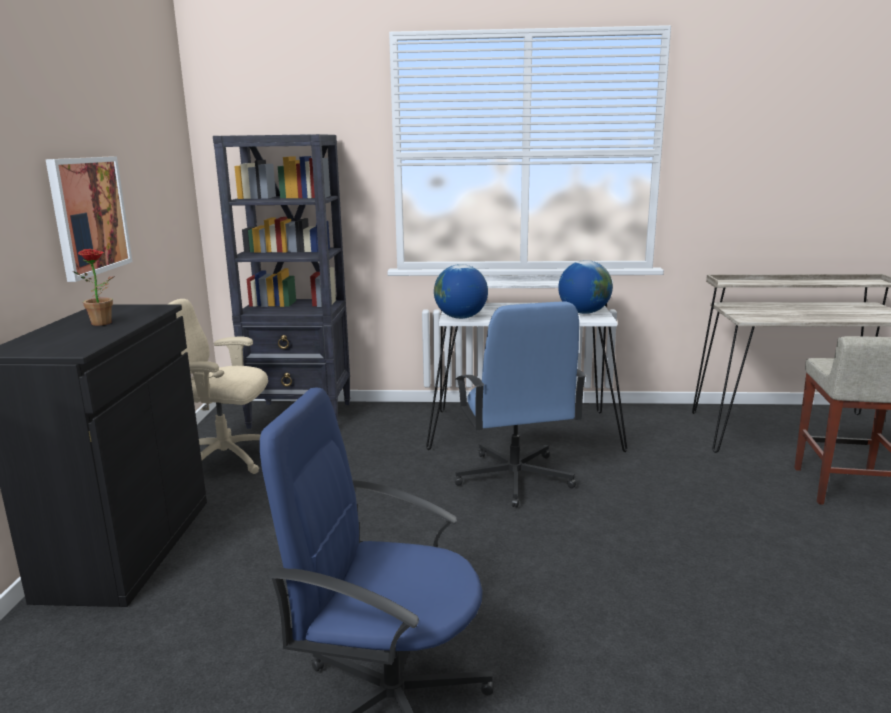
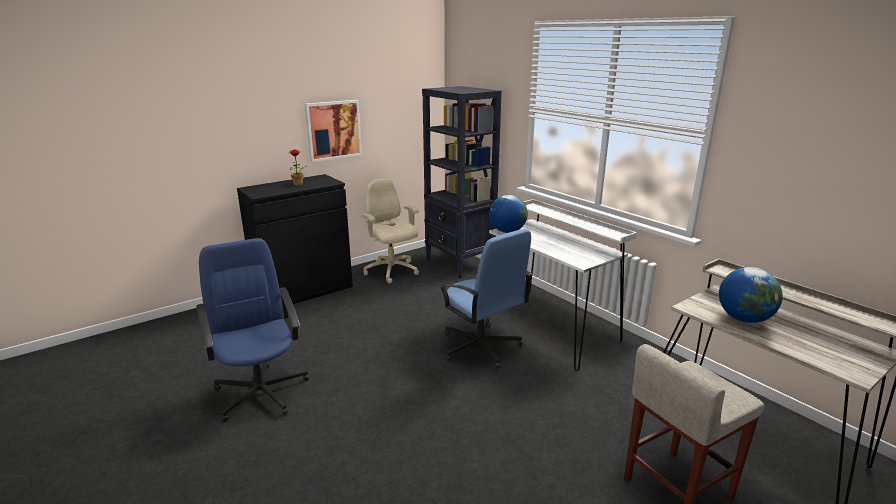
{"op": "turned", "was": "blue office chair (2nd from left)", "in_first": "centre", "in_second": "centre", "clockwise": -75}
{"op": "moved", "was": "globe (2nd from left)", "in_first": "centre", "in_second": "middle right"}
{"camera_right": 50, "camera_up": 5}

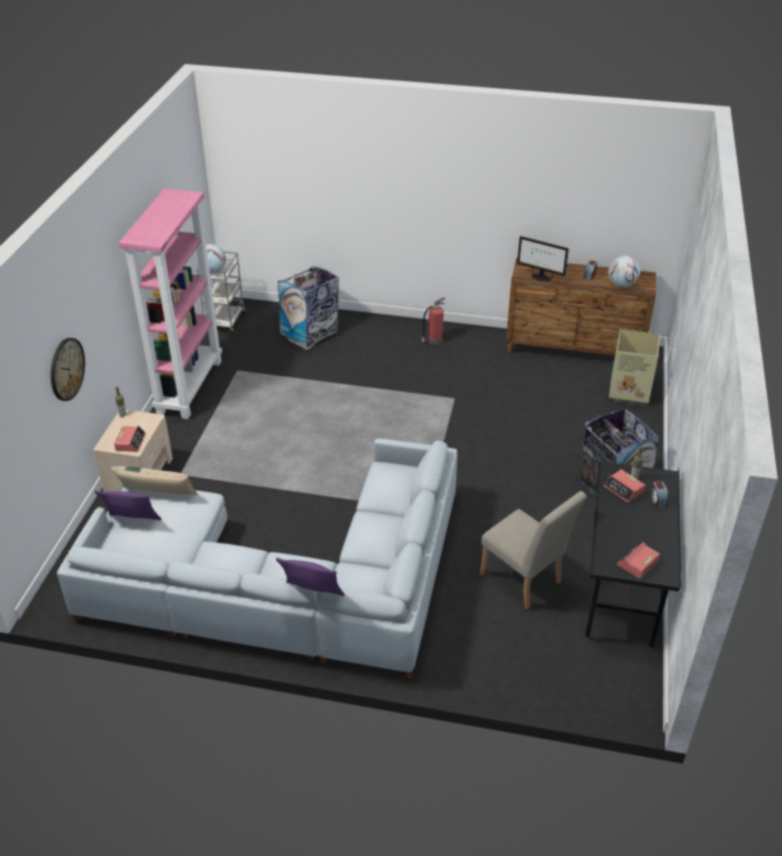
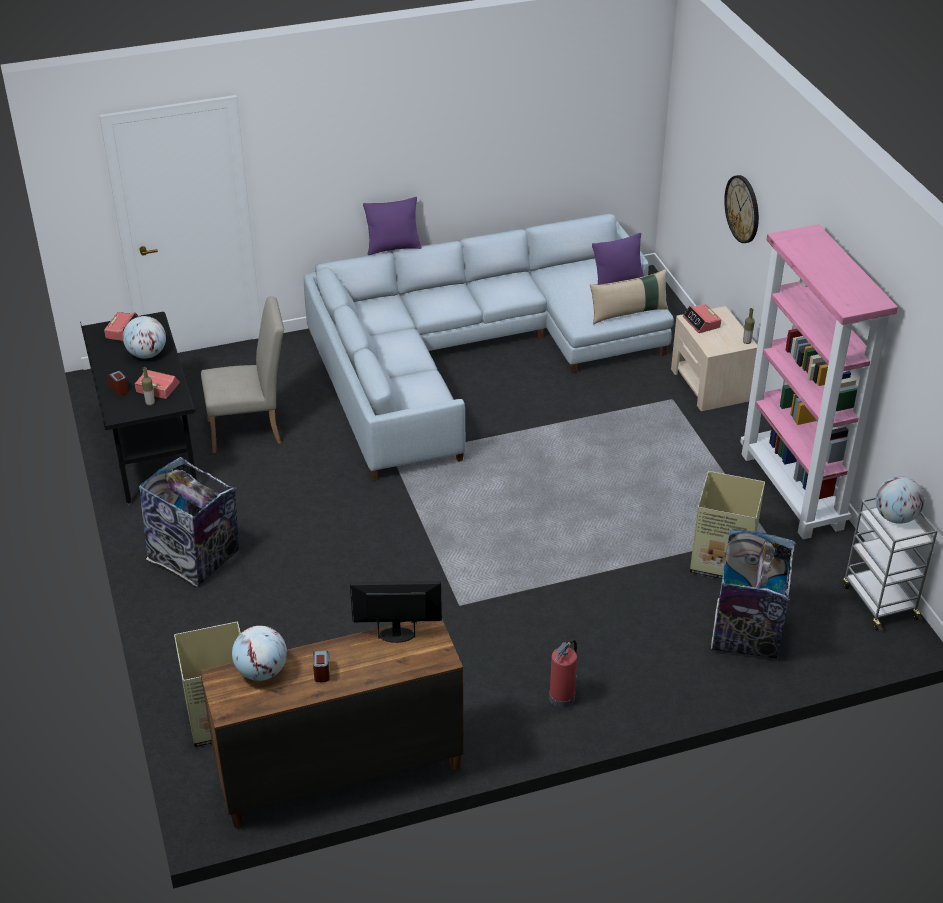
{"op": "added", "now": "globe (1st from left)", "in_second": "middle left"}
{"op": "turned", "was": "beige chair", "in_first": "middle right", "in_second": "middle left", "clockwise": 150}
{"op": "added", "now": "cardboard box (2nd from left)", "in_second": "middle right"}
{"camera_right": 150, "camera_up": 0}

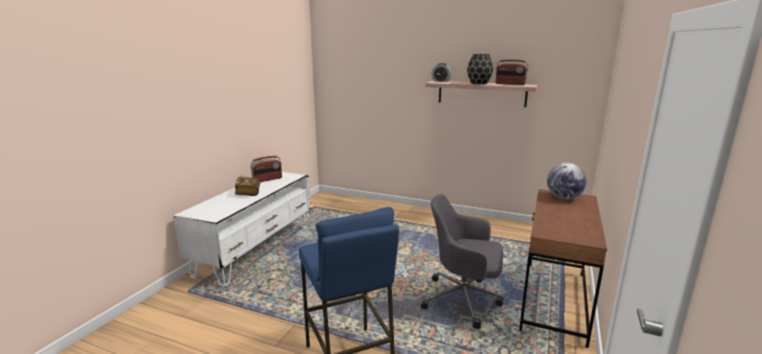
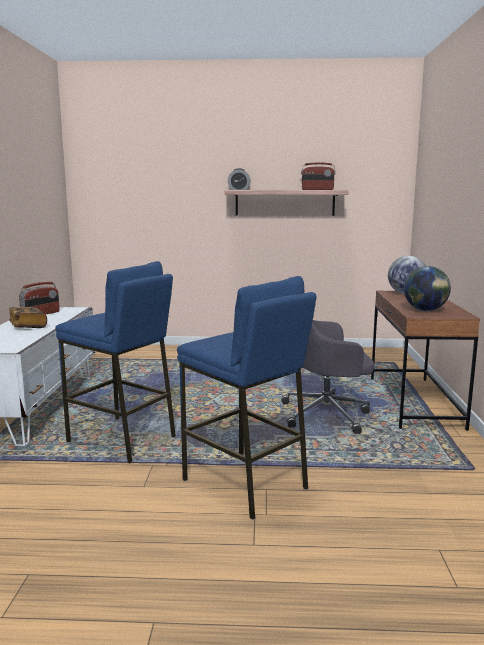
{"op": "added", "now": "blue stool (1st from left)", "in_second": "middle left"}
{"op": "added", "now": "globe (2nd from left)", "in_second": "middle right"}
{"op": "removed", "was": "black vase", "in_first": "top centre"}
{"camera_right": -20, "camera_up": -5}

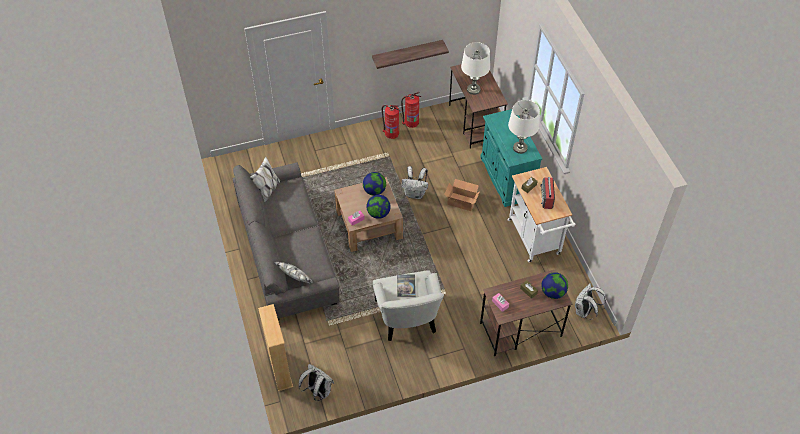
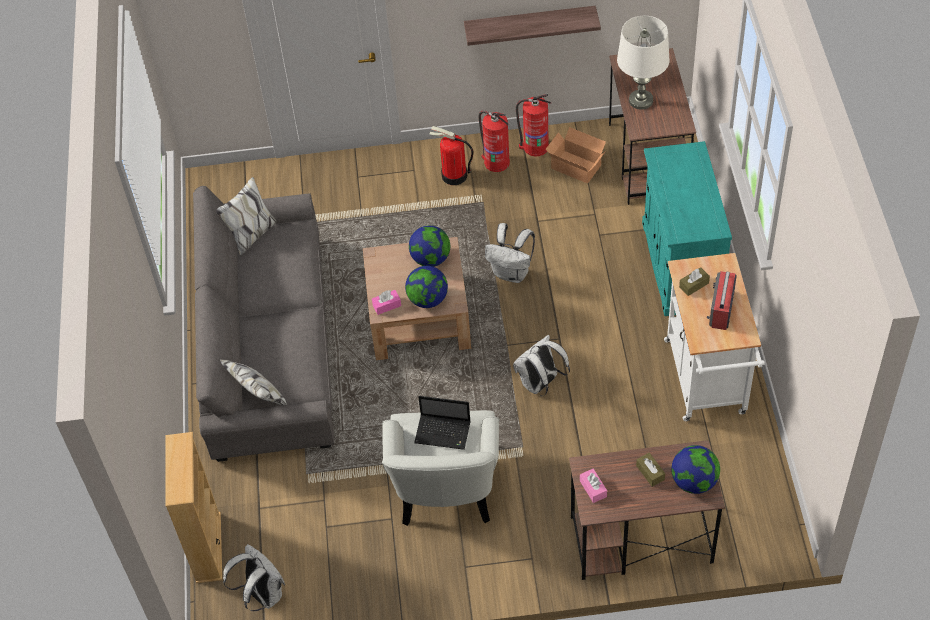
{"op": "replaced", "was": "book", "now": "laptop", "in_first": "centre", "in_second": "bottom centre"}
{"op": "added", "now": "fire extinguisher (1st from left)", "in_second": "top centre"}
{"op": "moved", "was": "white backpack (3rd from left)", "in_first": "bottom right", "in_second": "centre"}
{"op": "moved", "was": "cardboard box", "in_first": "centre", "in_second": "top centre"}
{"op": "removed", "was": "white table lamp (2nd from left)", "in_first": "top centre"}
{"camera_right": 15, "camera_up": 0}

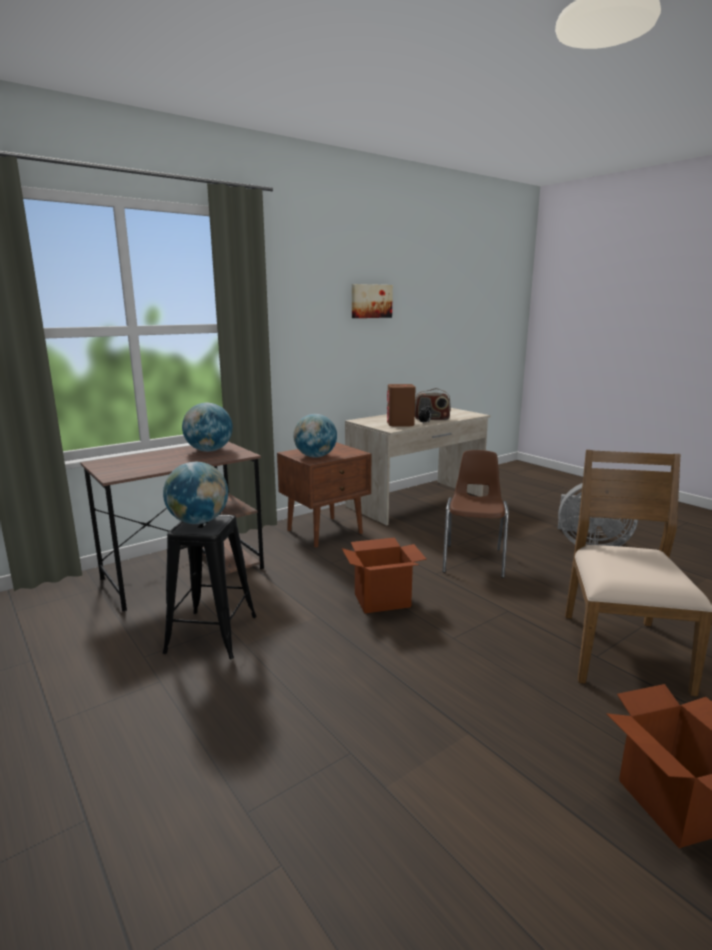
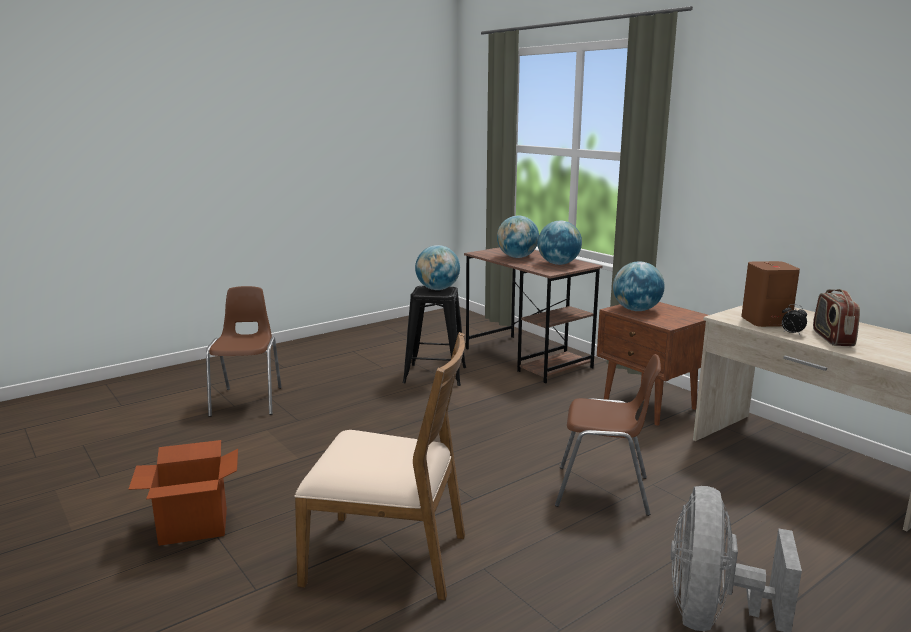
{"op": "added", "now": "brown chair (1st from left)", "in_second": "middle left"}
{"op": "added", "now": "globe (2nd from left)", "in_second": "centre"}
{"op": "removed", "was": "cardboard box (1st from left)", "in_first": "centre"}
{"op": "removed", "was": "picture", "in_first": "top centre"}
{"camera_right": 90, "camera_up": 0}

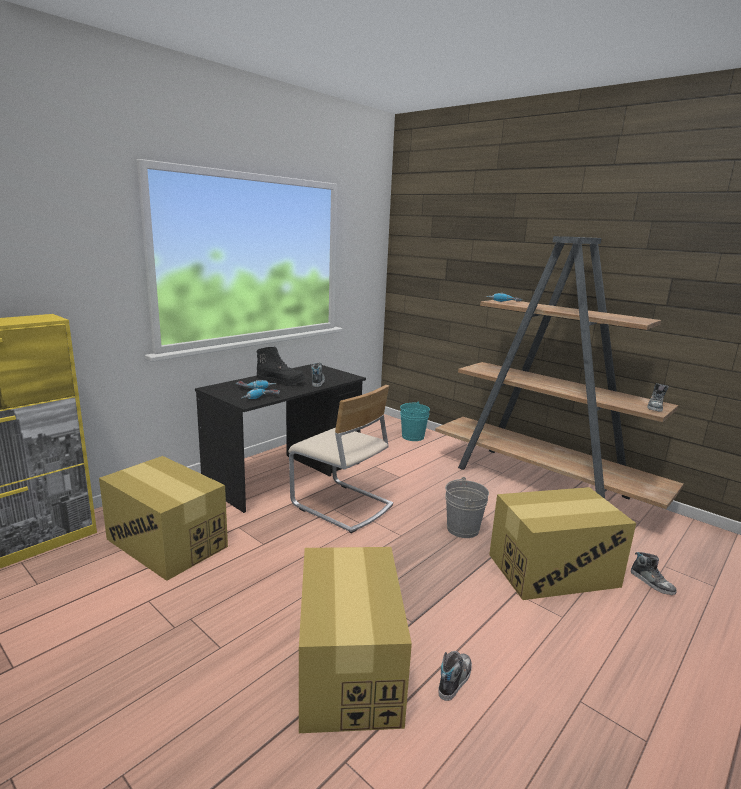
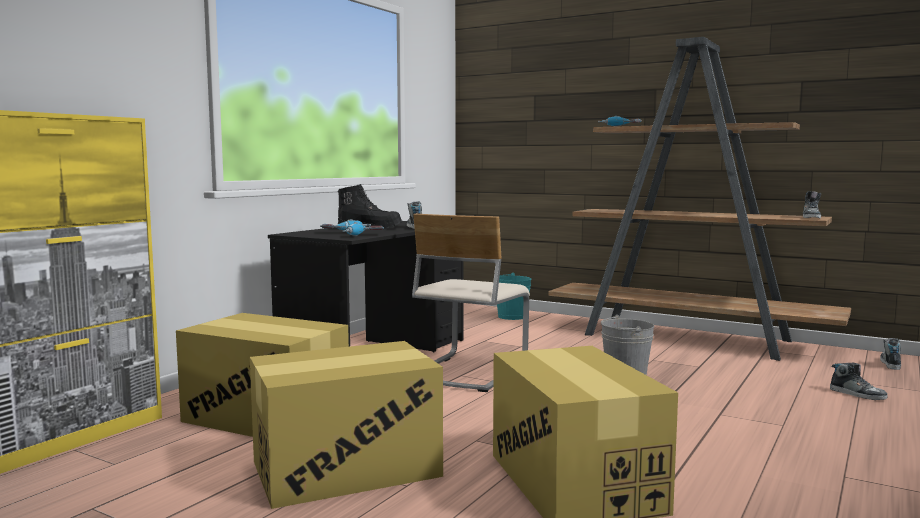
{"op": "moved", "was": "cardboard box (3rd from left in the first image)", "now": "cardboard box (2nd from left)", "in_first": "bottom right", "in_second": "bottom centre"}
{"op": "turned", "was": "beige chair", "in_first": "centre", "in_second": "centre", "clockwise": 90}
{"op": "moved", "was": "shoe (2nd from left in the first image)", "now": "shoe (4th from left)", "in_first": "bottom centre", "in_second": "bottom right"}
{"camera_right": -10, "camera_up": -10}

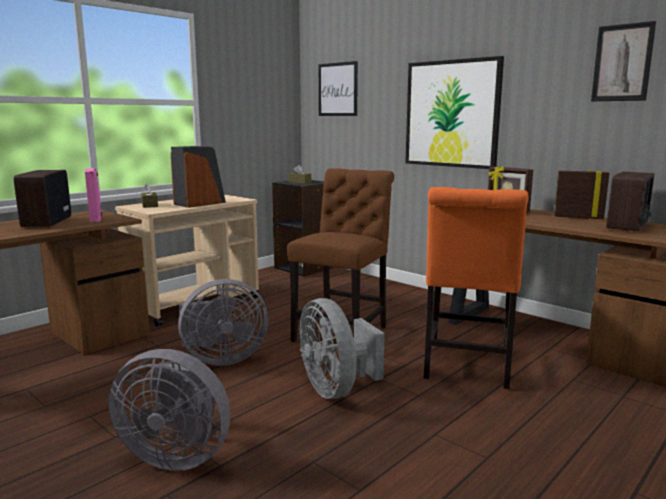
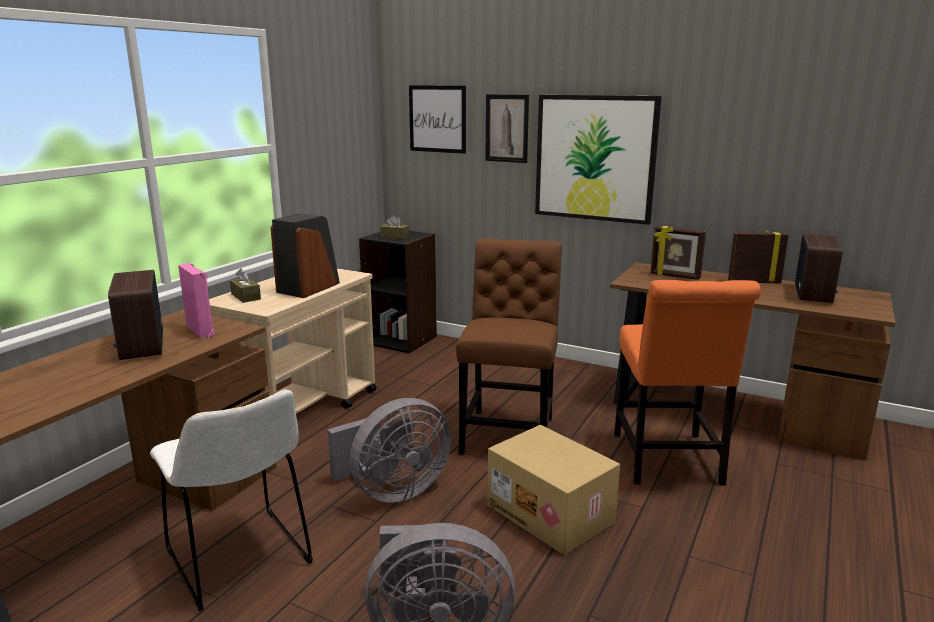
{"op": "added", "now": "white chair", "in_second": "bottom left"}
{"op": "moved", "was": "picture (3rd from left in the first image)", "now": "picture (2nd from left)", "in_first": "top right", "in_second": "top centre"}
{"op": "replaced", "was": "grey fan (3rd from left)", "now": "cardboard box", "in_first": "bottom centre", "in_second": "bottom centre"}
{"camera_right": -15, "camera_up": 5}

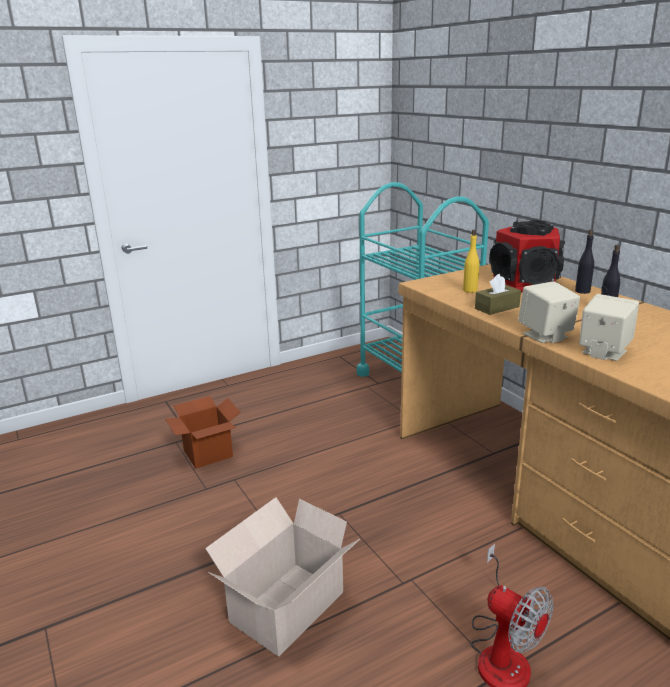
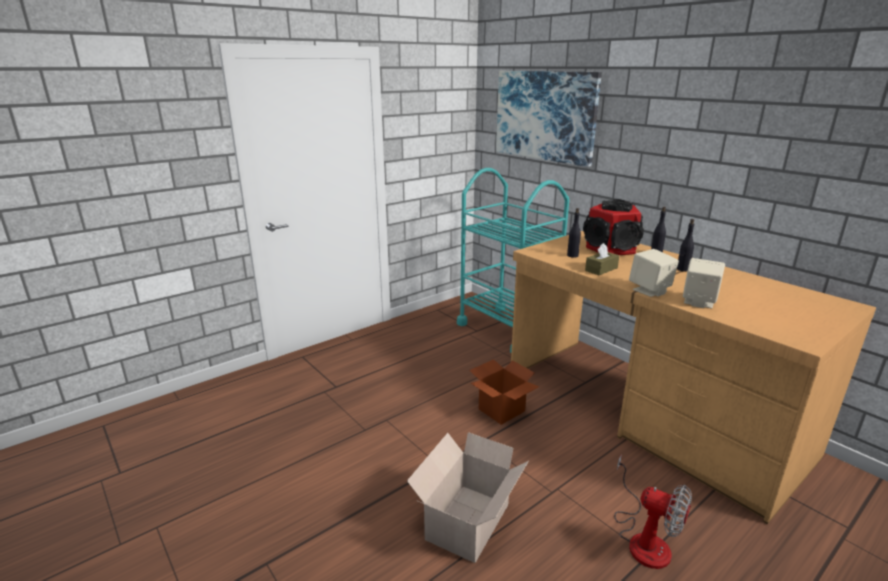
{"op": "moved", "was": "cardboard box (1st from left in the first image)", "now": "cardboard box (2nd from left)", "in_first": "middle left", "in_second": "bottom centre"}
{"op": "added", "now": "picture", "in_second": "top centre"}
{"op": "recoloured", "was": "yellow bottle", "now": "black bottle (1st from left)", "in_first": "middle right", "in_second": "centre"}
{"camera_right": -10, "camera_up": 0}

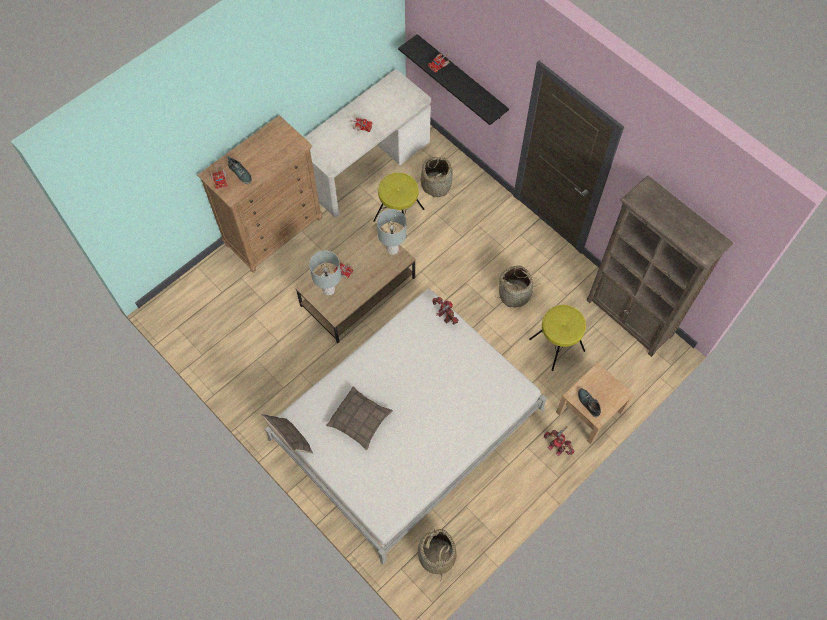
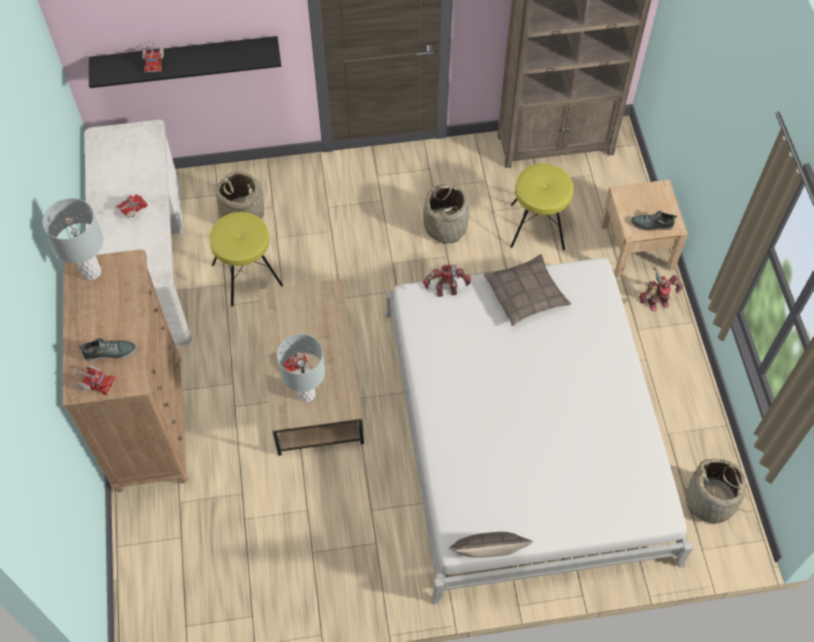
{"op": "moved", "was": "grey table lamp (2nd from left in the first image)", "now": "grey table lamp (1st from left)", "in_first": "centre", "in_second": "middle left"}
{"op": "moved", "was": "pillow (2nd from left)", "in_first": "bottom centre", "in_second": "centre"}
{"camera_right": -55, "camera_up": -5}

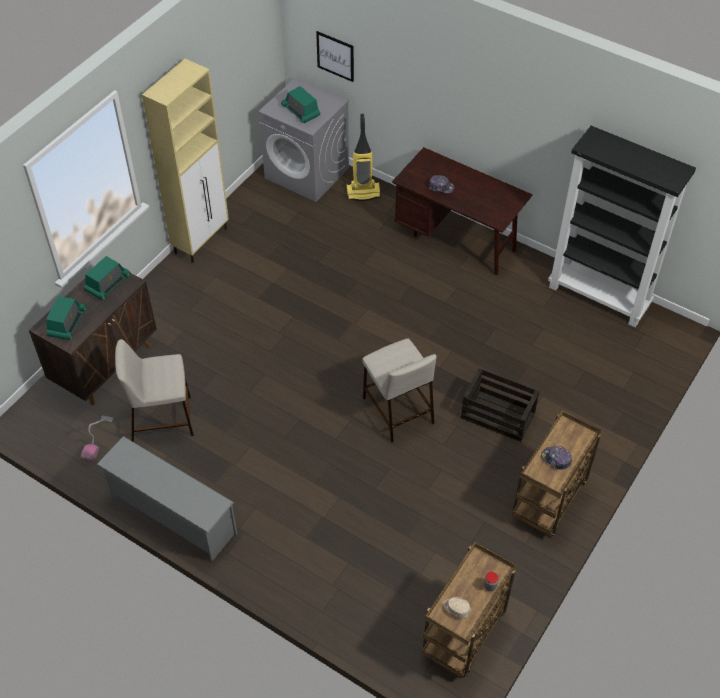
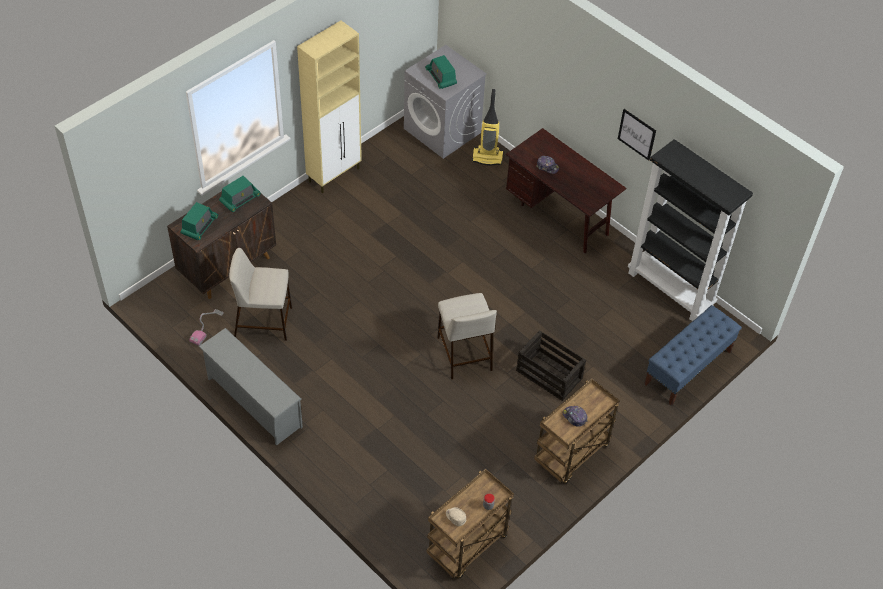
{"op": "moved", "was": "picture", "in_first": "top centre", "in_second": "top right"}
{"op": "added", "now": "blue bench", "in_second": "middle right"}
{"camera_right": 10, "camera_up": 0}

